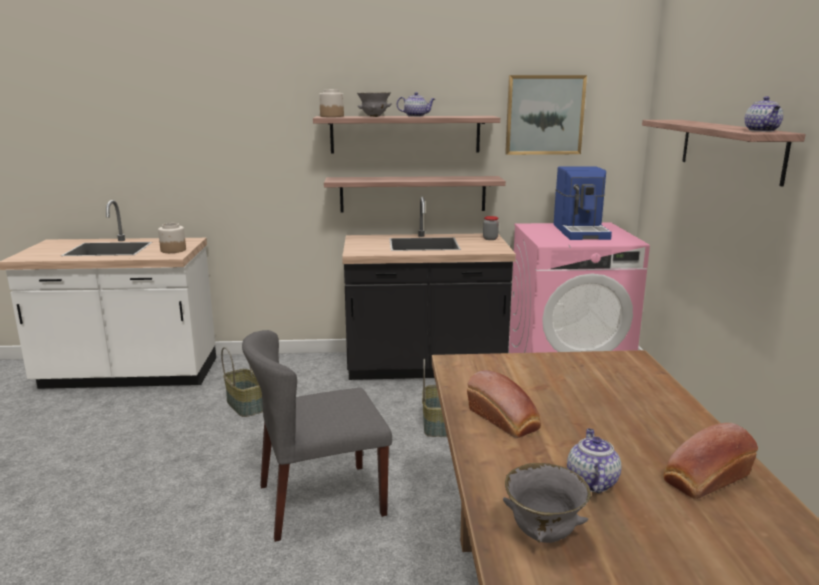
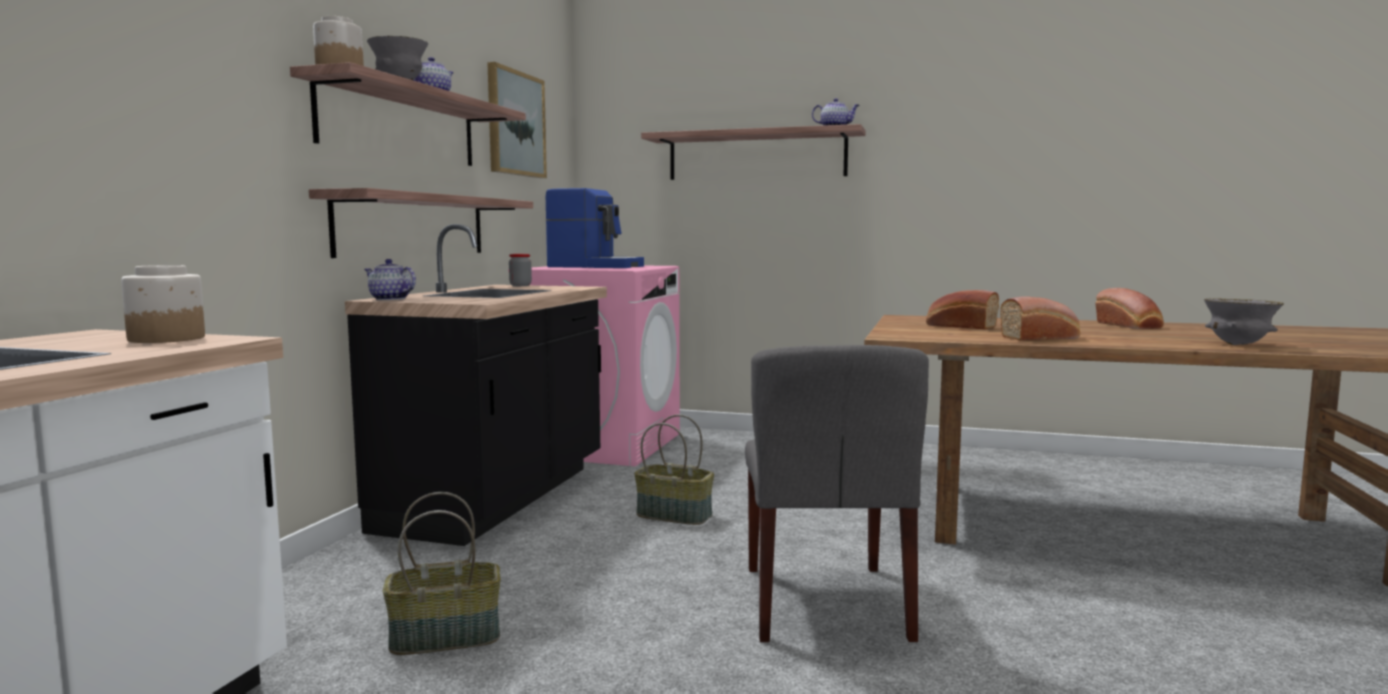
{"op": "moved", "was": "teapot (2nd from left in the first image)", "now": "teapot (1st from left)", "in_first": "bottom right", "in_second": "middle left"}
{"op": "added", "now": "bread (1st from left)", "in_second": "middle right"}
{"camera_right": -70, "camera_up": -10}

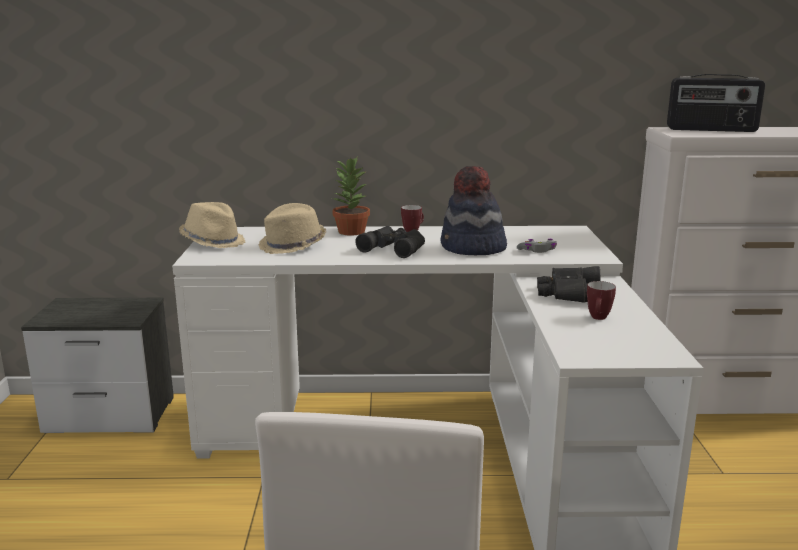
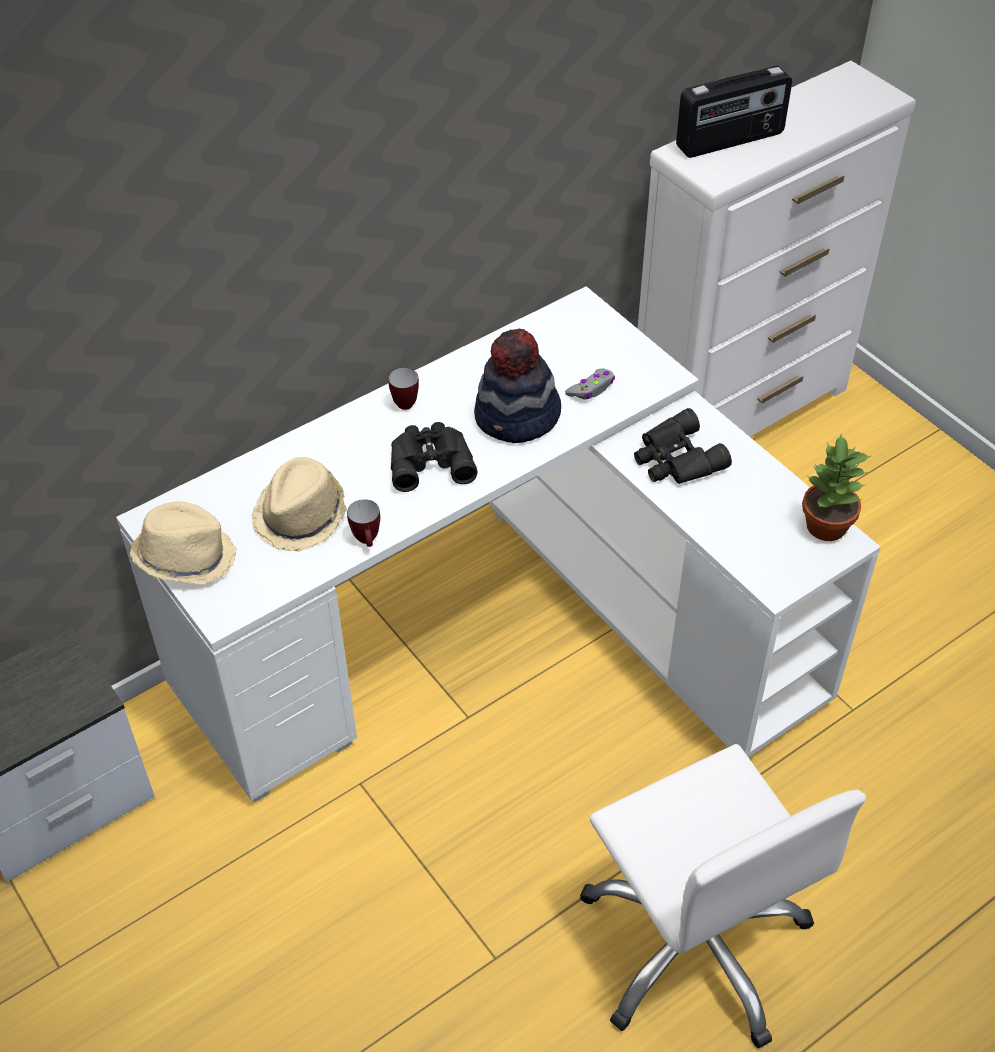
{"op": "moved", "was": "mug (2nd from left in the first image)", "now": "mug (1st from left)", "in_first": "middle right", "in_second": "centre"}
{"op": "moved", "was": "potted plant", "in_first": "centre", "in_second": "middle right"}
{"camera_right": -35, "camera_up": 30}

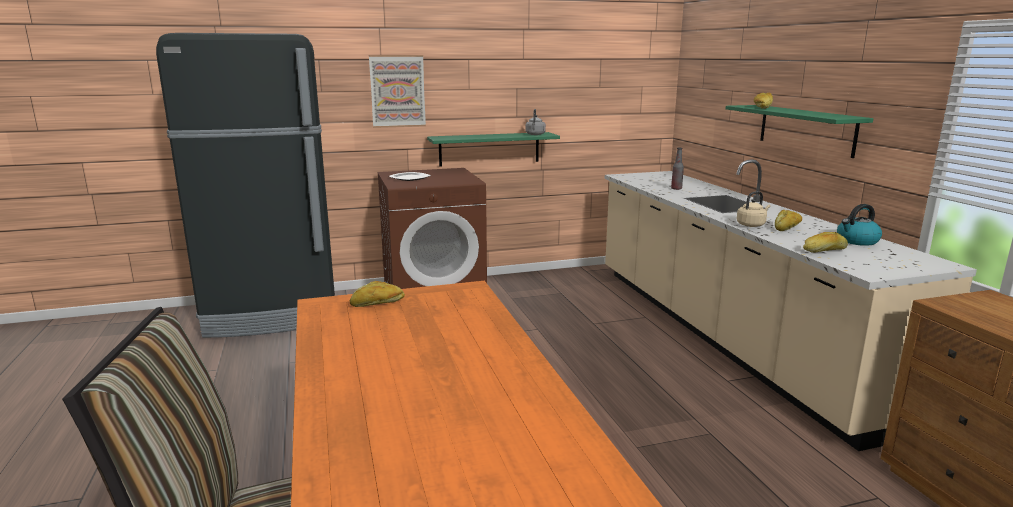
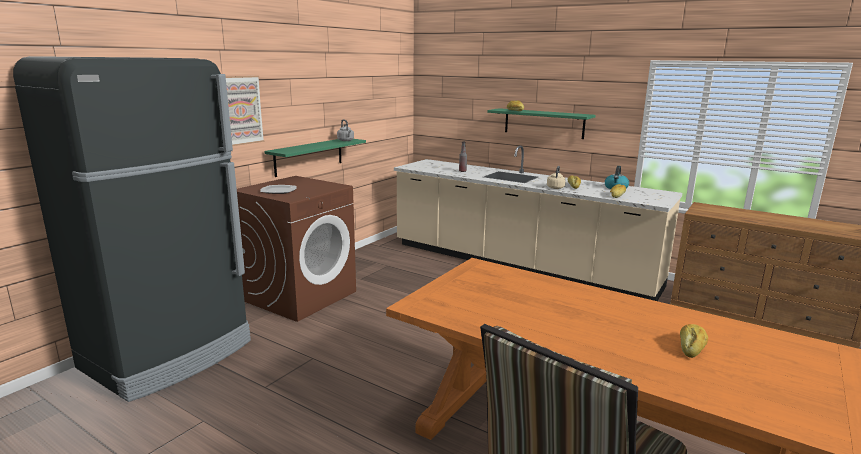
{"op": "moved", "was": "bread (1st from left in the first image)", "now": "bread (4th from left)", "in_first": "centre", "in_second": "bottom right"}
{"camera_right": -40, "camera_up": 0}

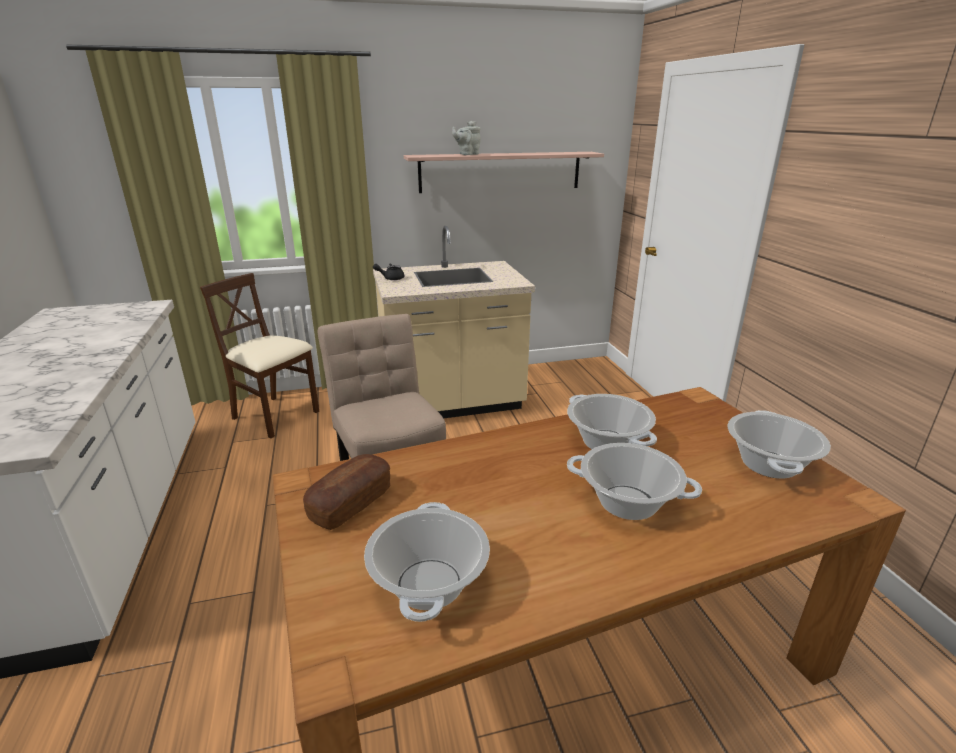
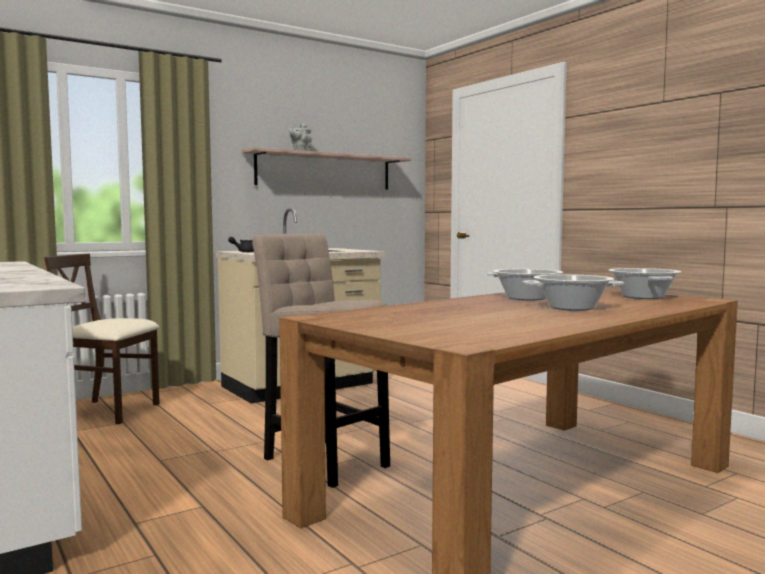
{"op": "removed", "was": "bread", "in_first": "centre"}
{"op": "removed", "was": "cooking pot (1st from left)", "in_first": "bottom centre"}
{"camera_right": -20, "camera_up": -20}

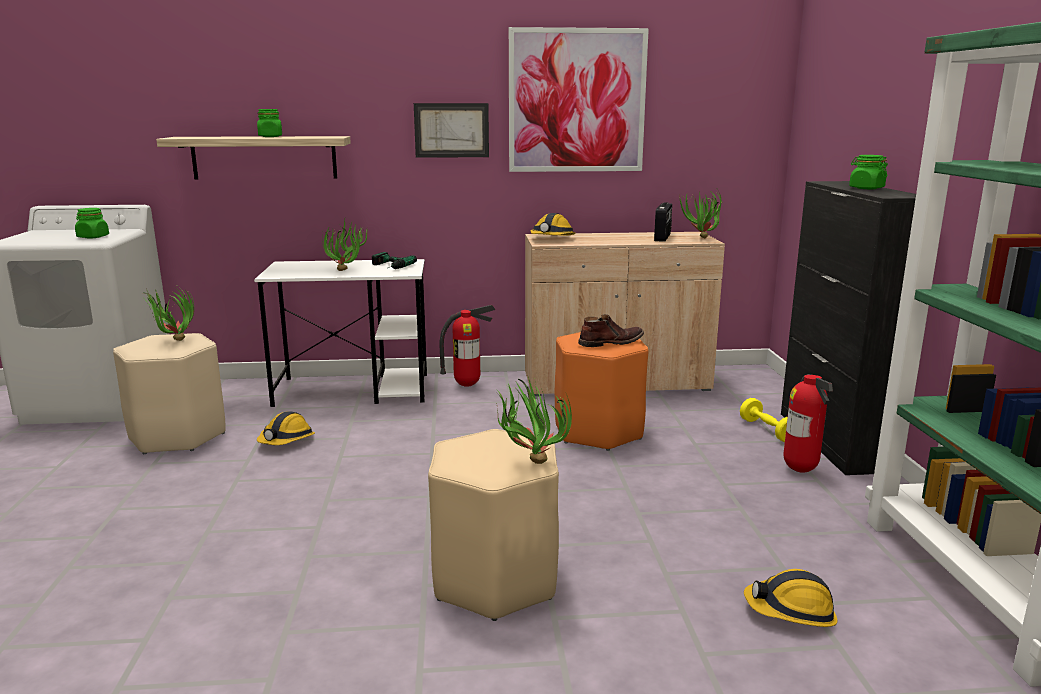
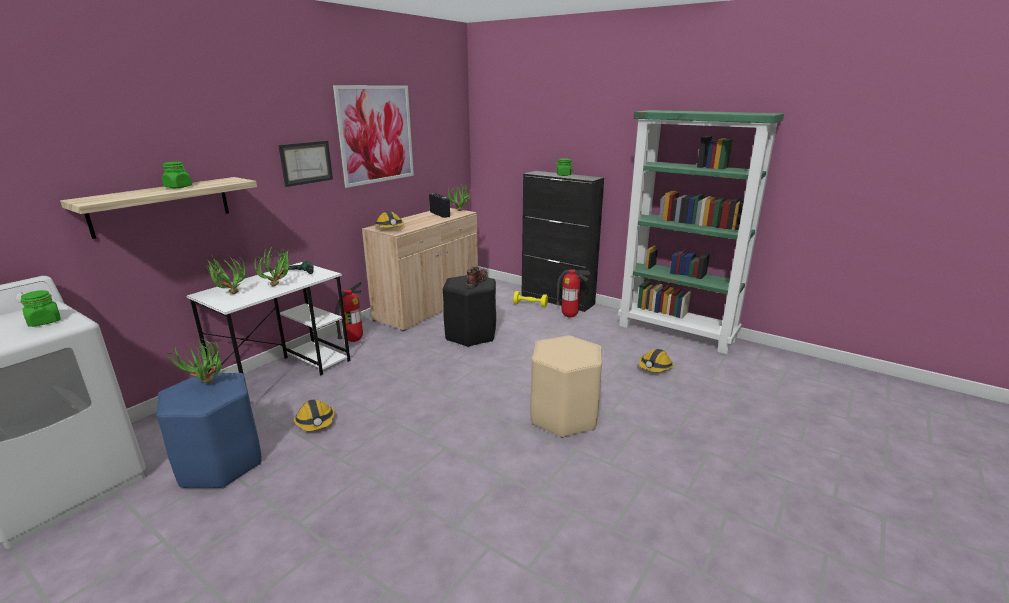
{"op": "recoloured", "was": "beige stool (1st from left)", "now": "blue stool", "in_first": "middle left", "in_second": "bottom left"}
{"op": "moved", "was": "potted plant (3rd from left in the first image)", "now": "potted plant (2nd from left)", "in_first": "centre", "in_second": "middle left"}
{"op": "recoloured", "was": "orange stool", "now": "black stool", "in_first": "centre", "in_second": "centre"}
{"camera_right": -50, "camera_up": 5}

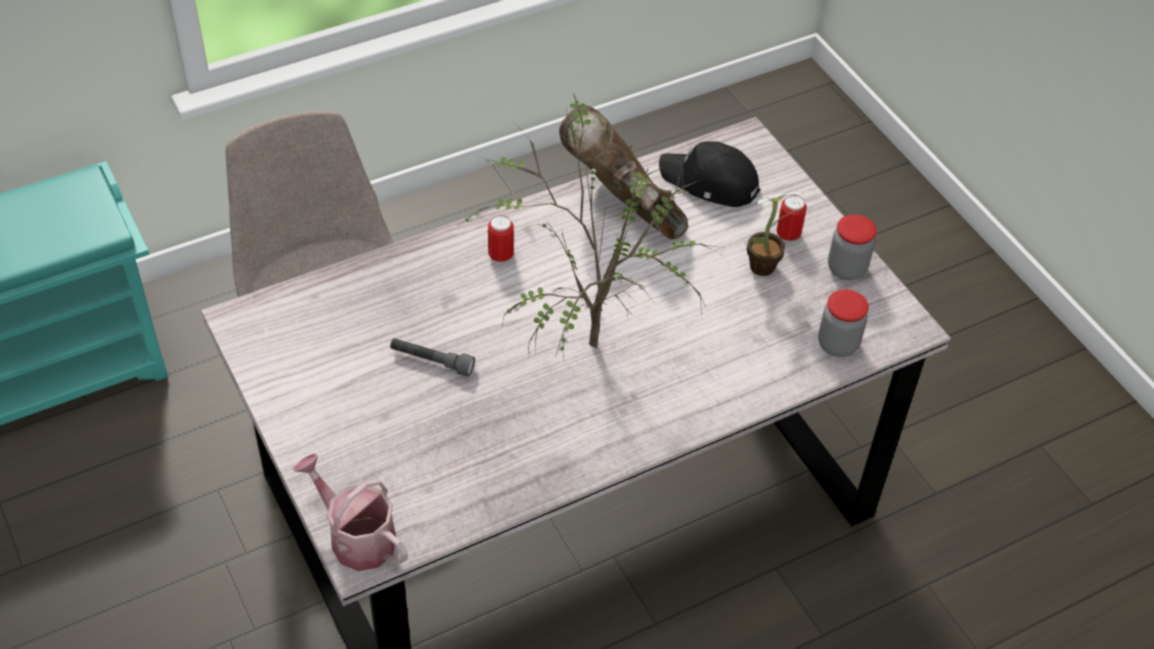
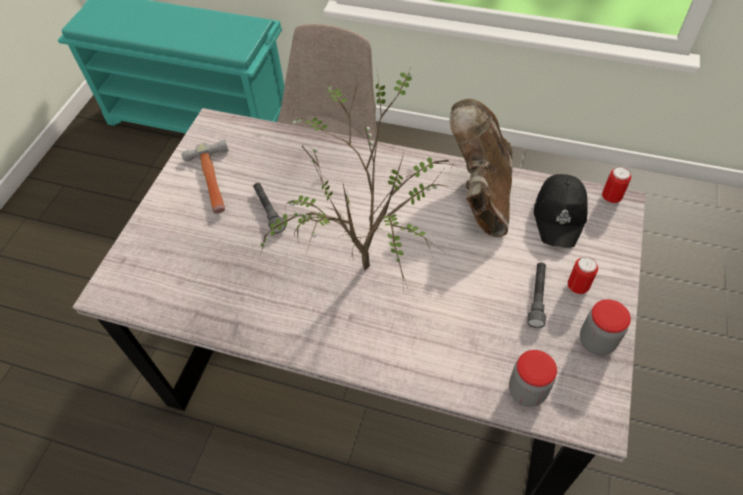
{"op": "added", "now": "hammer", "in_second": "middle left"}
{"op": "replaced", "was": "potted plant (2nd from left)", "now": "grey flashlight (2nd from left)", "in_first": "middle right", "in_second": "middle right"}
{"op": "turned", "was": "black cap", "in_first": "top centre", "in_second": "middle right", "clockwise": -150}
{"op": "moved", "was": "can (1st from left in the first image)", "now": "can (2nd from left)", "in_first": "centre", "in_second": "middle right"}
{"op": "removed", "was": "watering can", "in_first": "bottom left"}
{"camera_right": 50, "camera_up": 5}

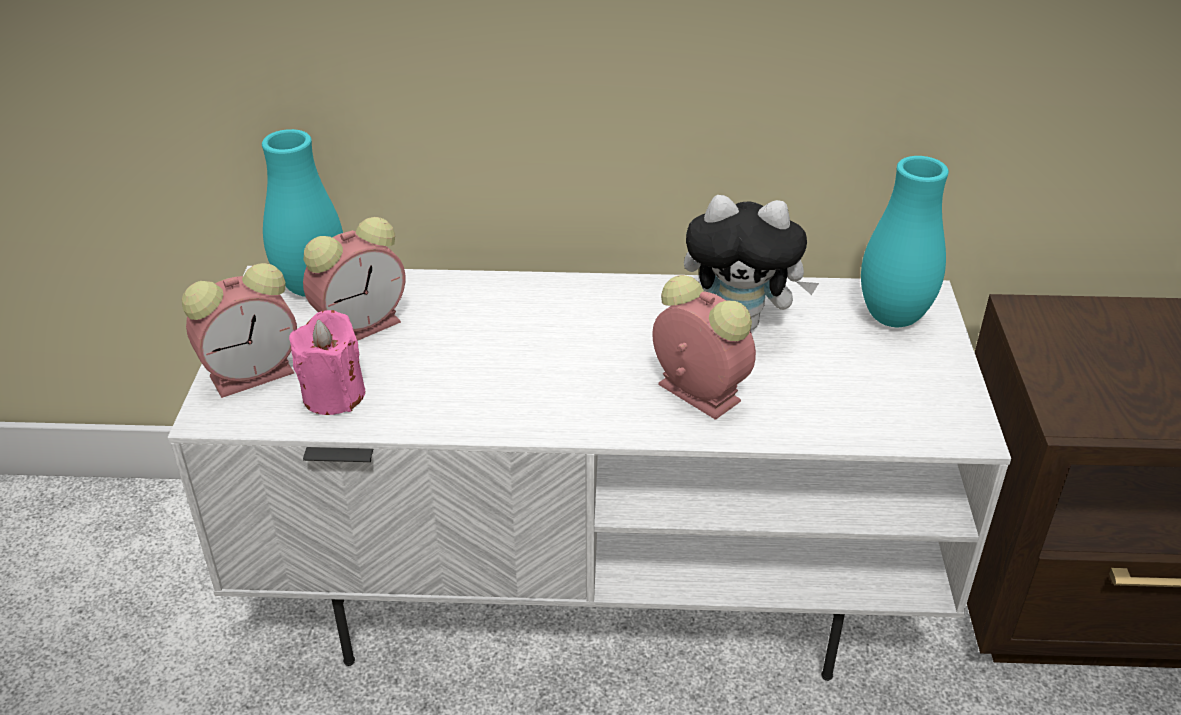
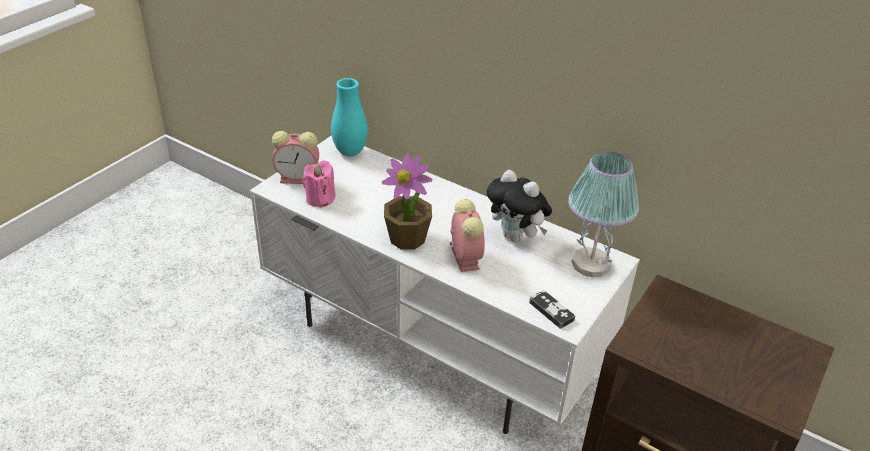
{"op": "added", "now": "potted plant", "in_second": "centre"}
{"op": "added", "now": "game controller", "in_second": "bottom centre"}
{"op": "replaced", "was": "turquoise vase (2nd from left)", "now": "table lamp", "in_first": "middle right", "in_second": "middle right"}
{"op": "removed", "was": "alarm clock (2nd from left)", "in_first": "middle left"}
{"camera_right": 30, "camera_up": 0}

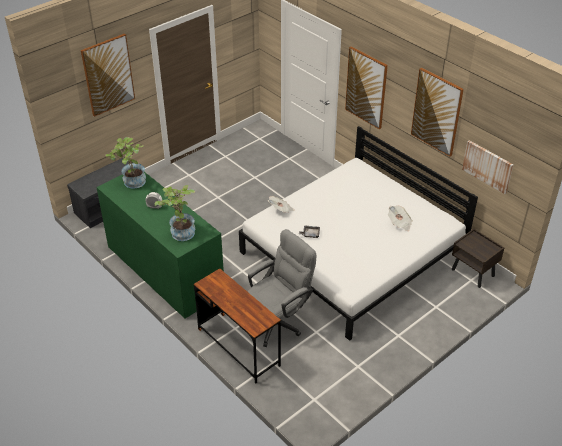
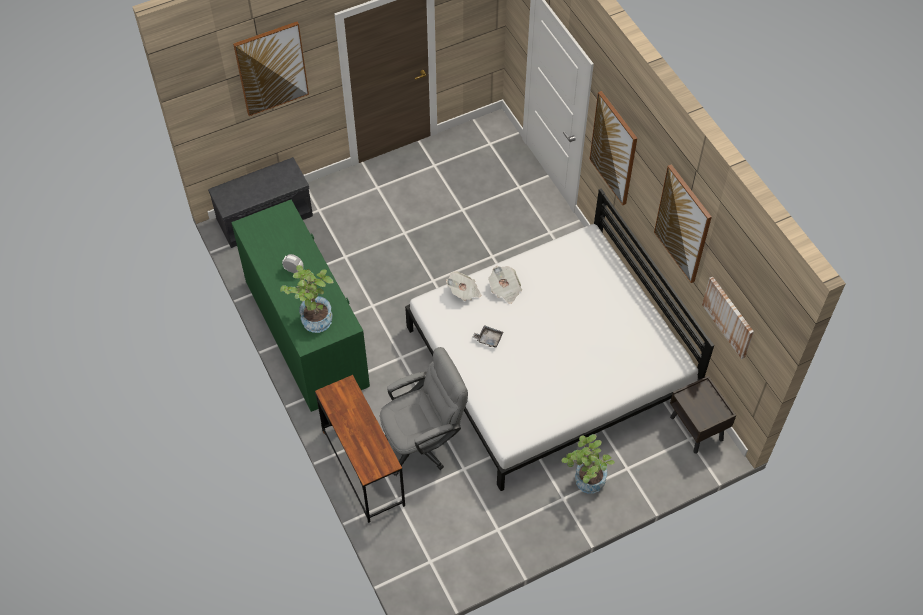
{"op": "moved", "was": "newspaper (2nd from left)", "in_first": "middle right", "in_second": "centre"}
{"op": "moved", "was": "potted plant (1st from left in the first image)", "now": "potted plant (2nd from left)", "in_first": "middle left", "in_second": "bottom centre"}
{"camera_right": 15, "camera_up": 15}

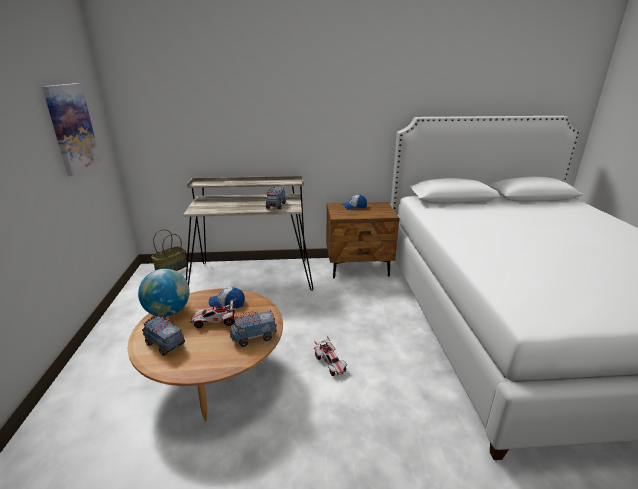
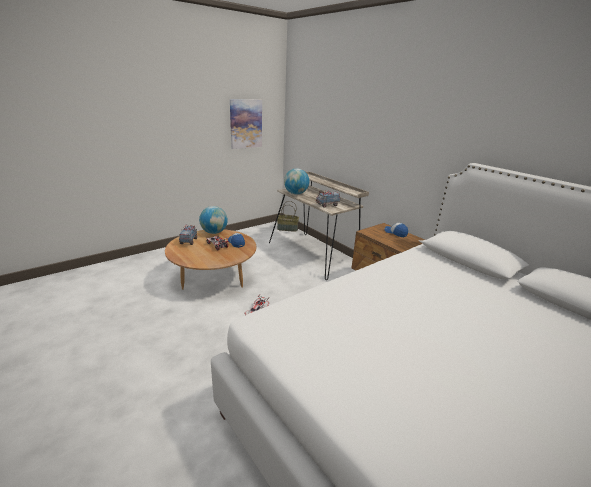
{"op": "added", "now": "globe (2nd from left)", "in_second": "centre"}
{"op": "removed", "was": "toy truck (2nd from left)", "in_first": "bottom centre"}
{"camera_right": 55, "camera_up": 0}

